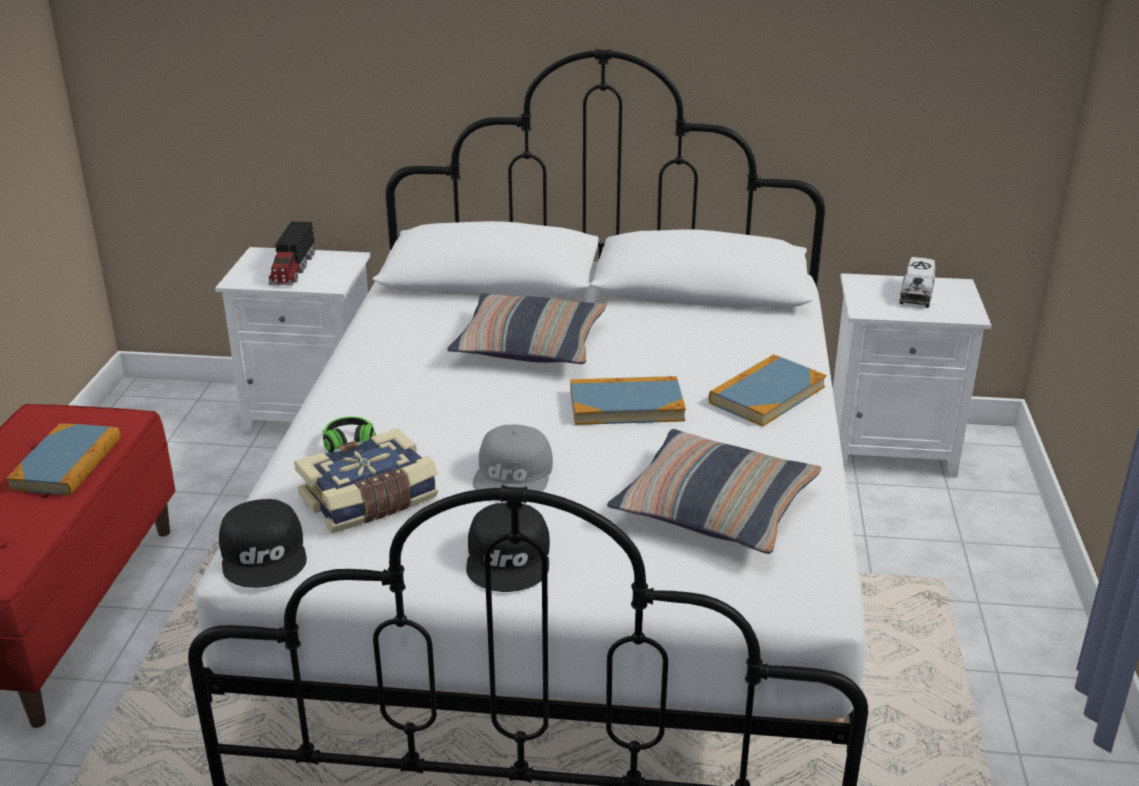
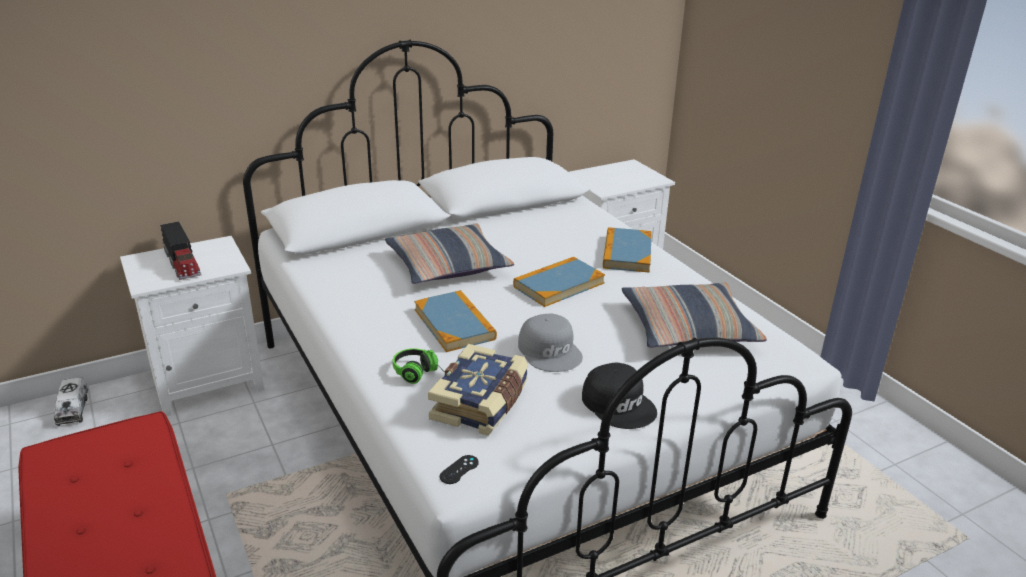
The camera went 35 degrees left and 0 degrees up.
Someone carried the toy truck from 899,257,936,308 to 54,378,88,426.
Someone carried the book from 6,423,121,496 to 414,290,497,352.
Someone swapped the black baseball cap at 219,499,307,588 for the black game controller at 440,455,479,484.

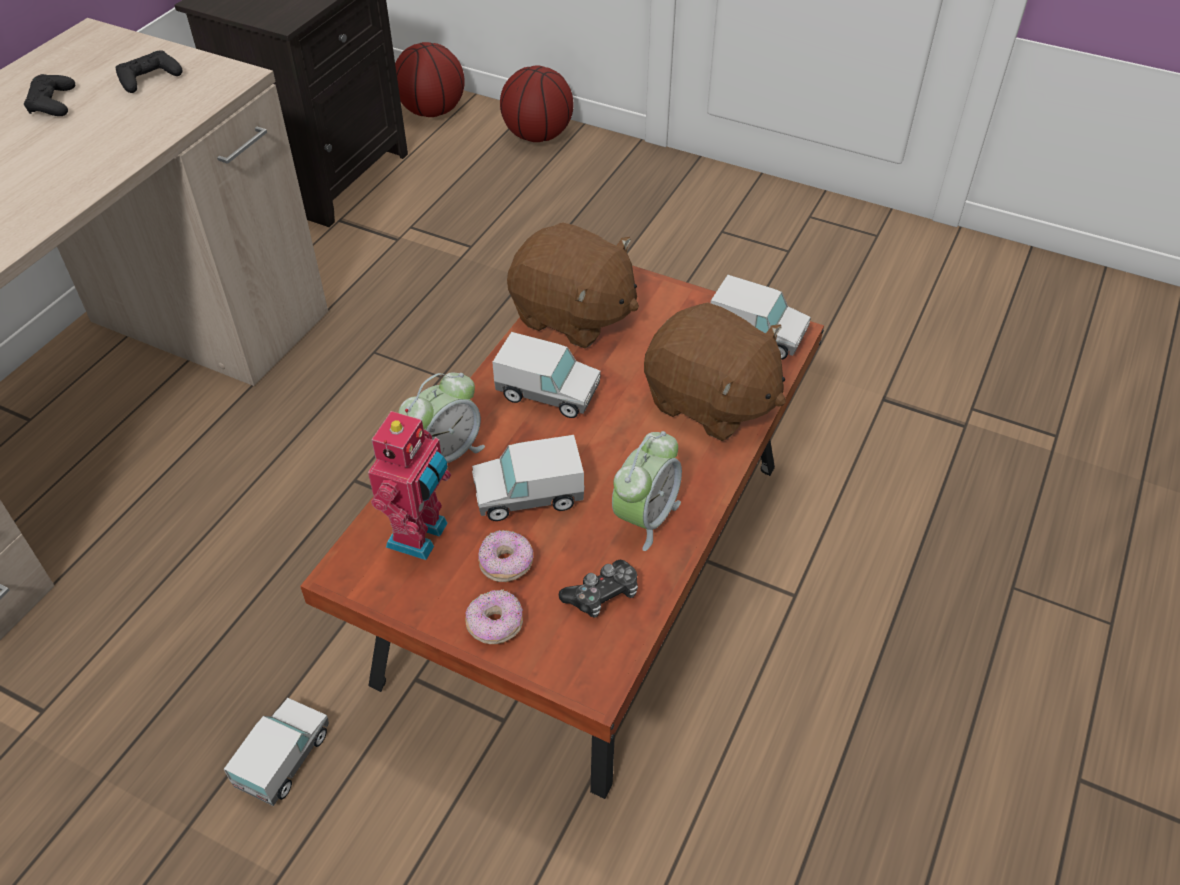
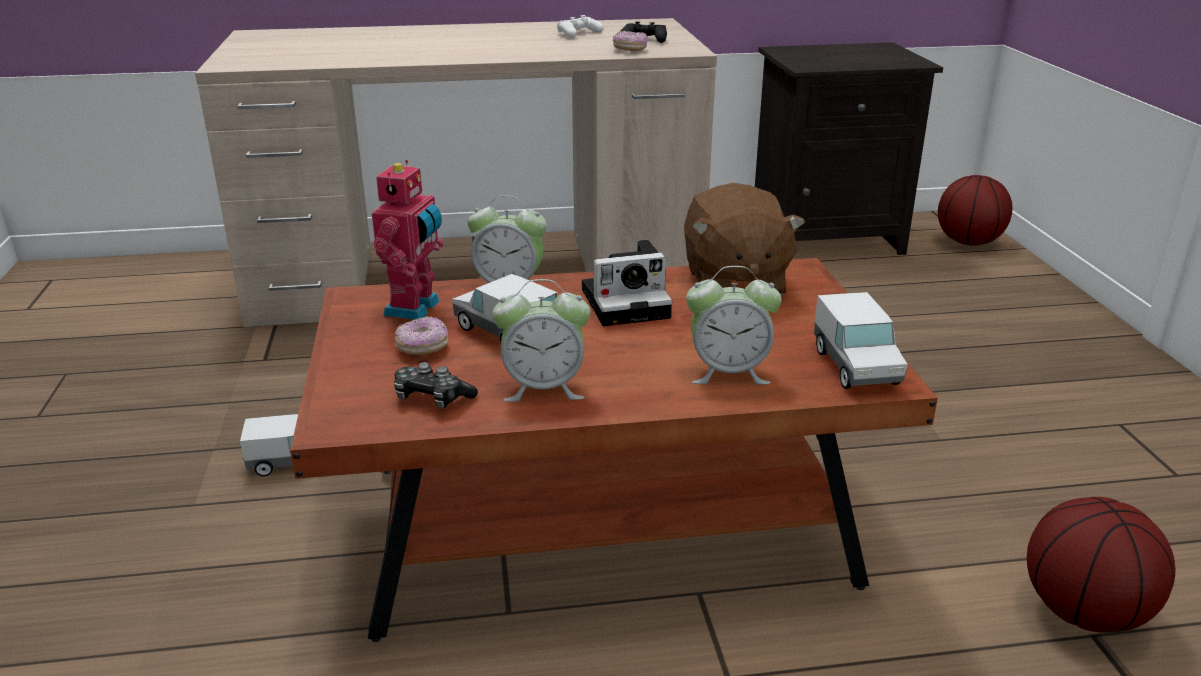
The camera went 55 degrees right and 20 degrees down.
Someone rotated the robot figure at 368,409,451,560 by 60 degrees counterclockwise.
Someone repainted the black game controller at 24,74,75,116, which became the white-coloured game controller at 557,15,604,38.
Someone swapped the toy truck at 492,332,601,418 for the still camera at 582,240,672,326.
Someone carried the ring doughnut from 465,590,523,644 to 613,31,648,51.
Someone swapped the brownish cuddly toy at 644,302,785,441 for the alarm clock at 686,266,782,384.
Someone carried the basketball from 500,66,574,142 to 1027,497,1175,633.

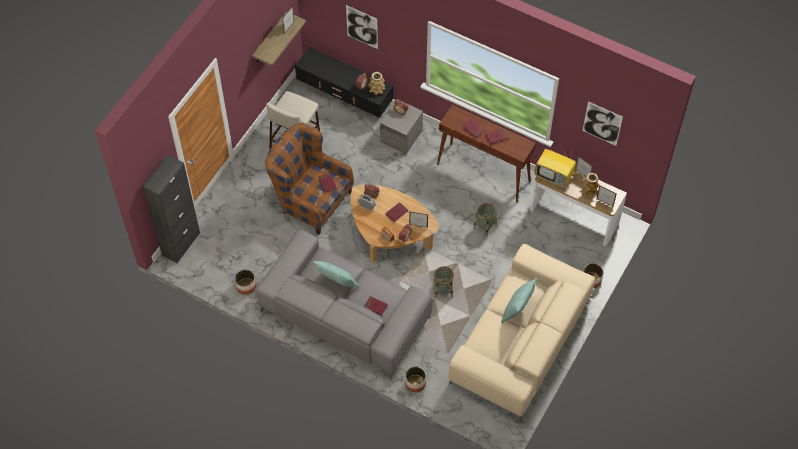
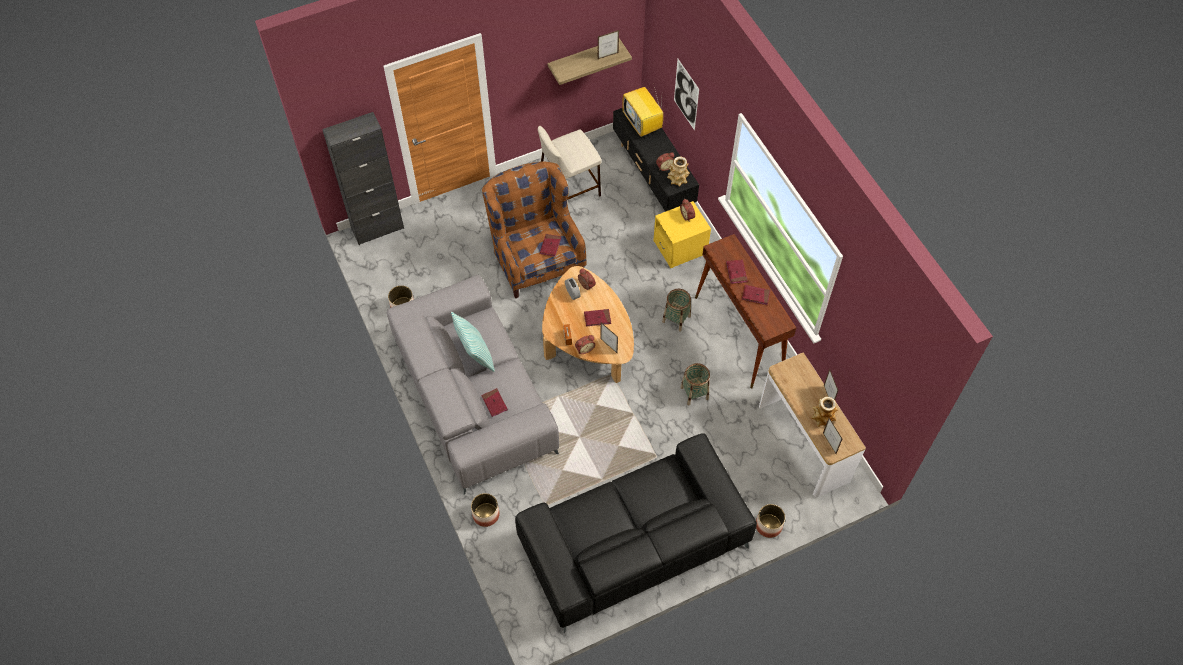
The camera went 35 degrees right and 0 degrees up.
Someone repainted the beige sofa at 448,244,595,422, which became the black sofa at 515,433,757,634.
Someone carried the TV set from 535,149,576,188 to 622,83,663,137.
Someone repainted the gray night table at 380,99,423,154, which became the yellow-coloured night table at 653,201,711,268.
Someone carried the household basket from 434,266,454,298 to 662,289,691,331.
Someone took away the throw pillow at 501,278,537,323.
Someone took away the wall art at 583,101,623,146.

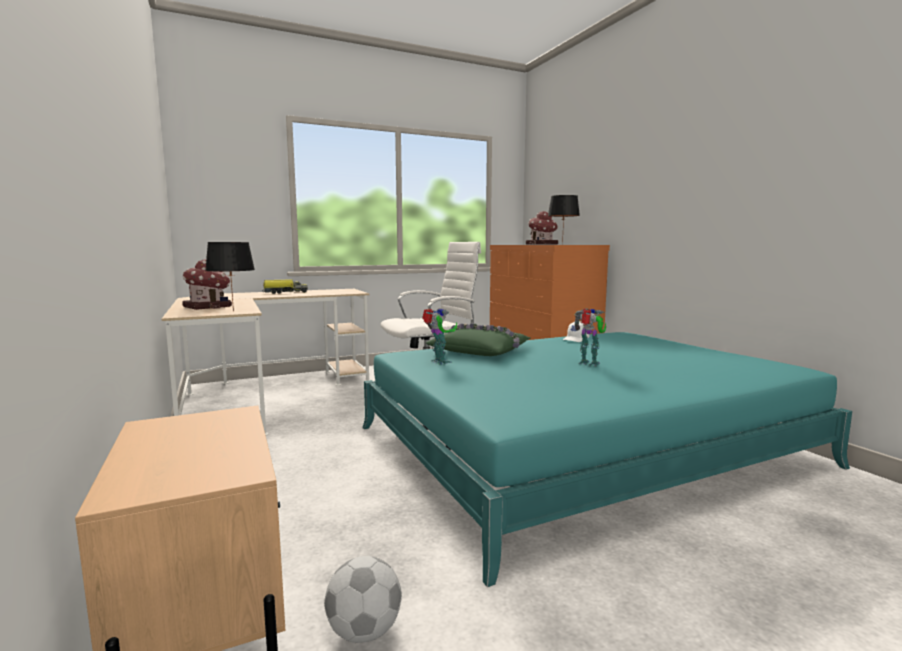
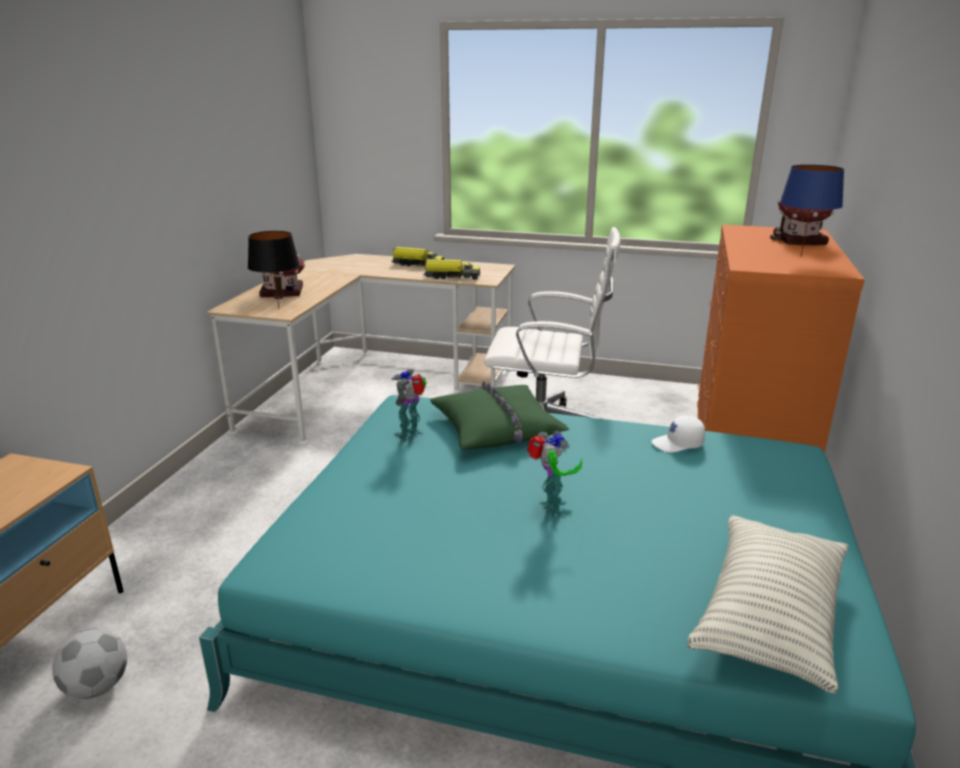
The camera went 40 degrees right and 15 degrees up.
Someone rotated the robot figure at 422,308,457,365 by 150 degrees counterclockwise.
Someone put down the toy truck at 424,259,480,280.
Someone put down the throw pillow at 687,516,849,693.
Someone repainted the black tabletop lamp at 548,195,580,245, which became the bluish tabletop lamp at 780,165,844,256.

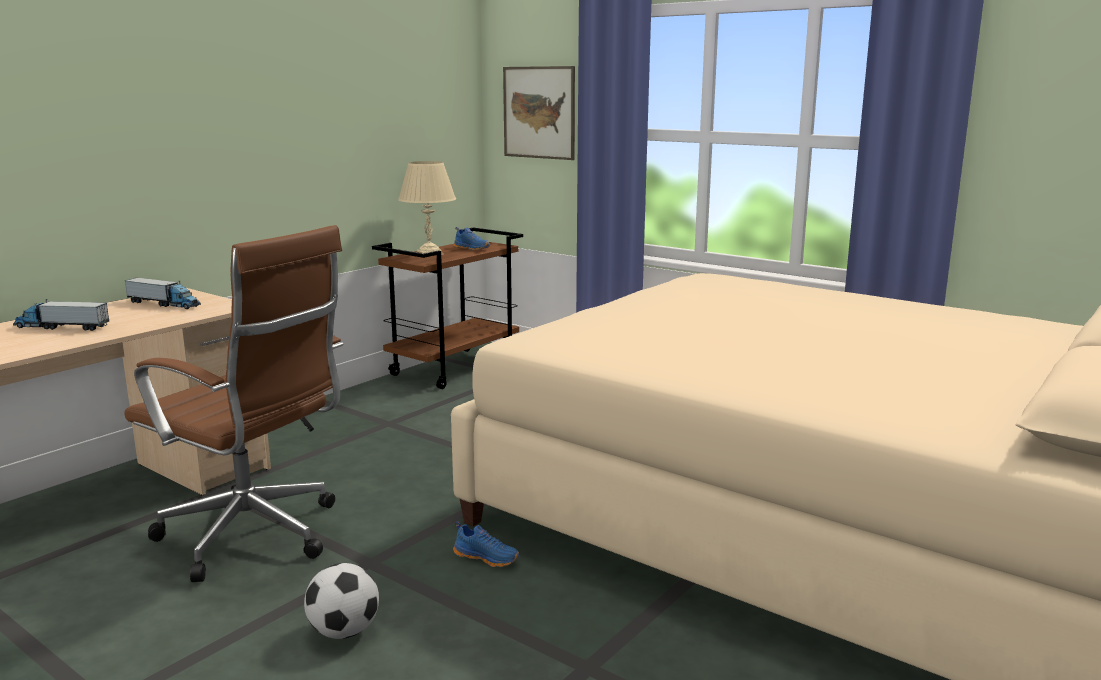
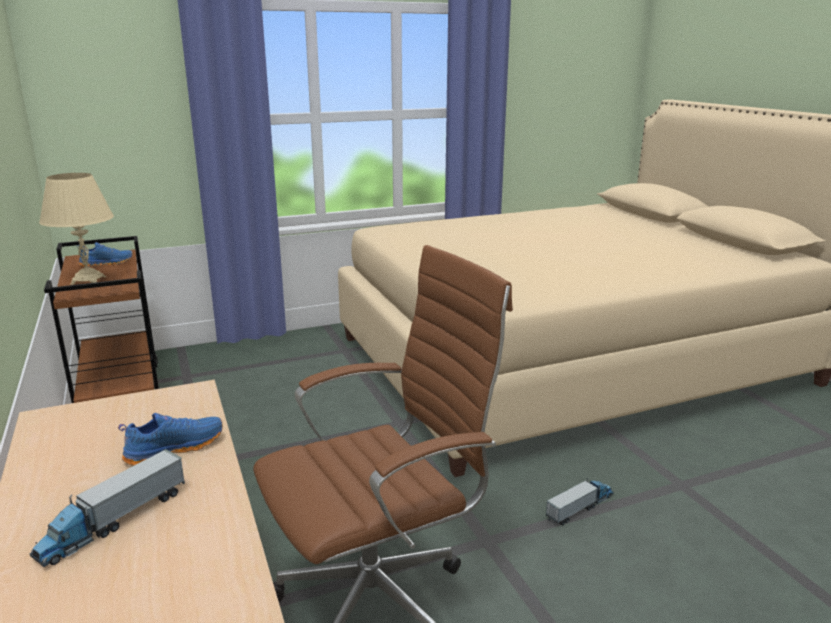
The camera went 60 degrees left and 5 degrees up.
Someone carried the bluish low shoe from 453,521,520,567 to 118,413,223,466.
Someone carried the toy truck from 124,278,201,309 to 546,478,614,526.
Someone took away the football ball at 304,563,379,639.
Someone took away the wall art at 503,66,575,160.

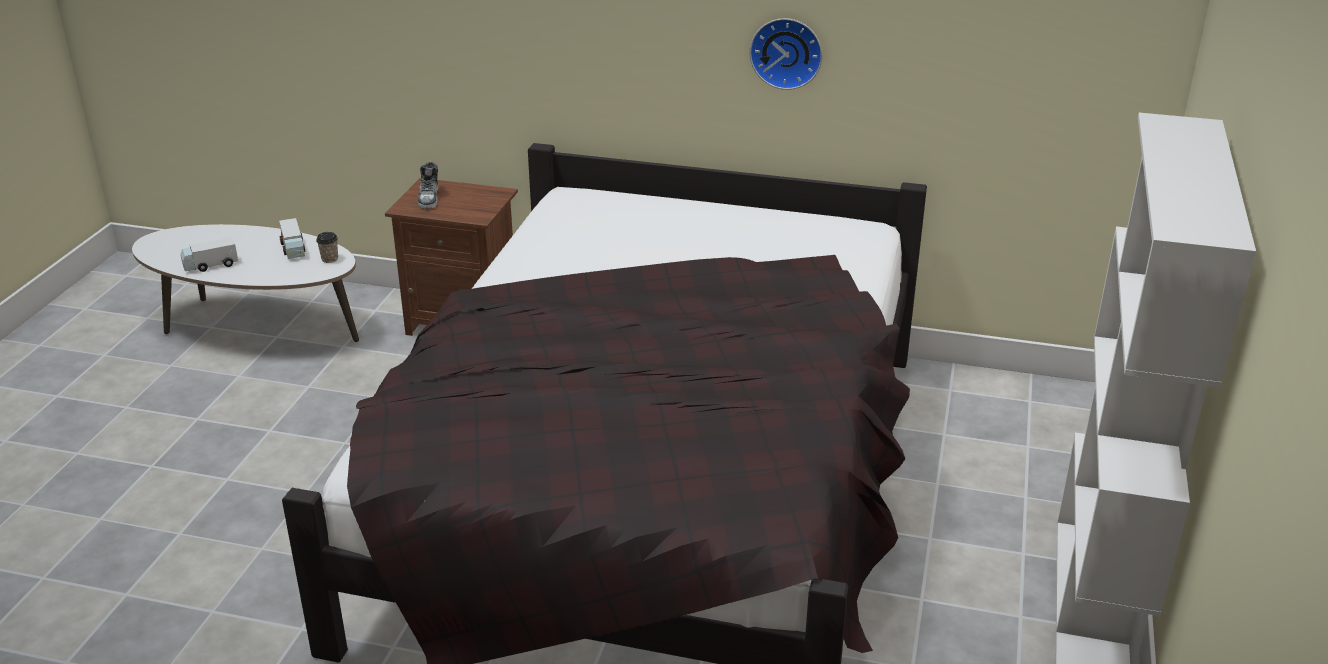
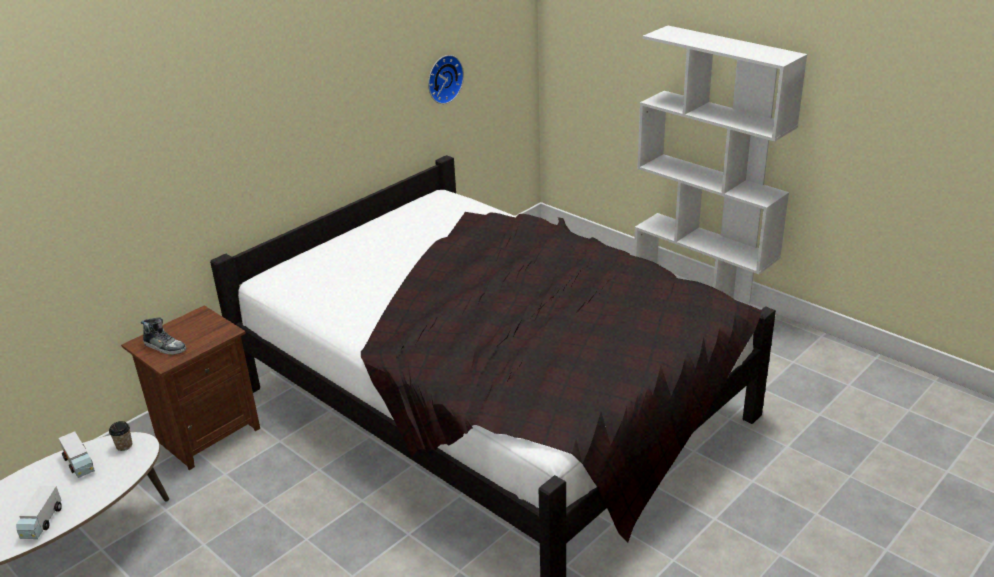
The camera went 60 degrees left and 0 degrees up.
Someone rotated the toy truck at 279,218,305,259 by 45 degrees clockwise.
Someone carried the hanging clock from 750,18,822,90 to 428,55,464,104.

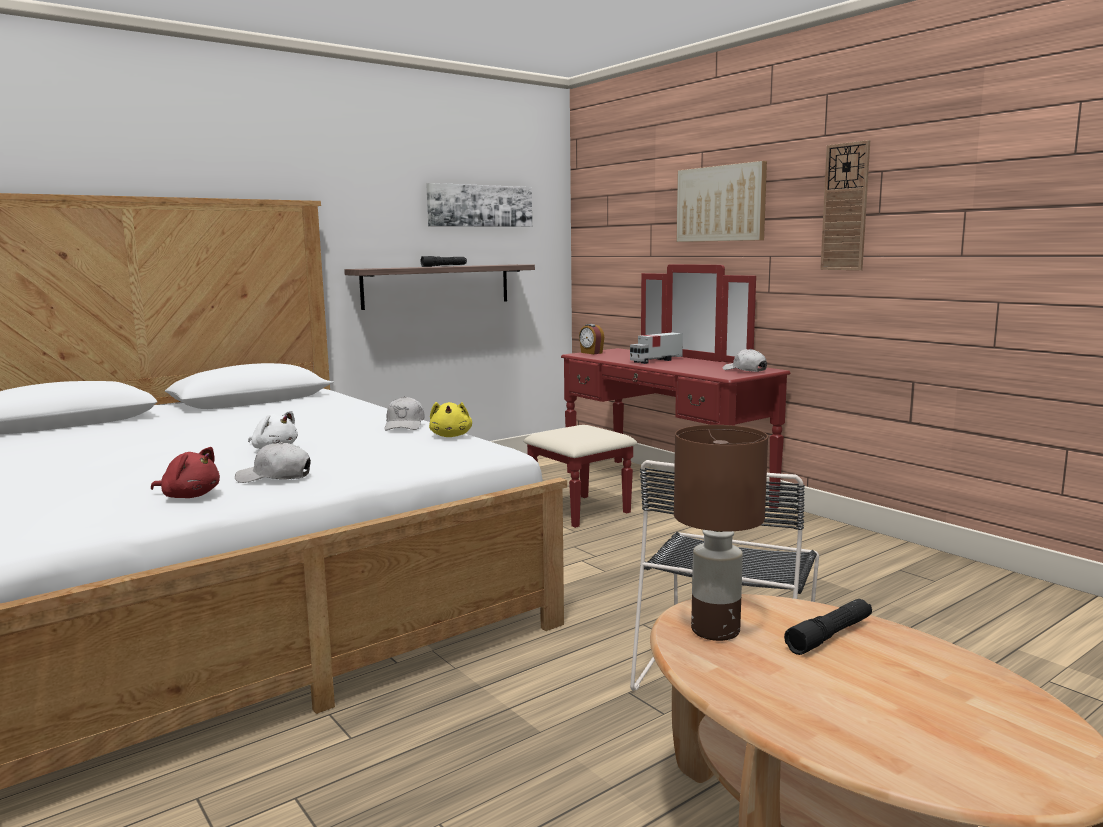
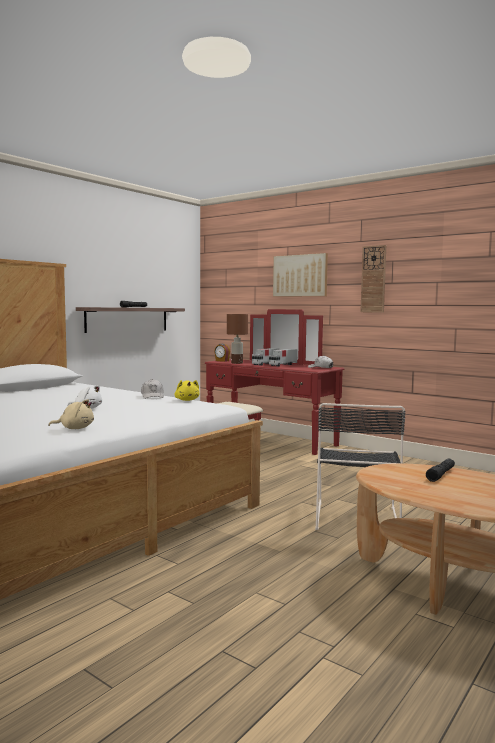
The camera went 15 degrees left and 5 degrees down.
Someone repainted the red cuddly toy at 151,447,220,498, which became the beige cuddly toy at 48,399,94,429.
Someone carried the brownish tabletop lamp from 674,425,768,641 to 227,314,248,364.
Someone put down the toy truck at 269,349,298,366.
Someone took away the white-coloured baseball cap at 235,442,311,483.
Someone took away the wall art at 426,183,532,227.

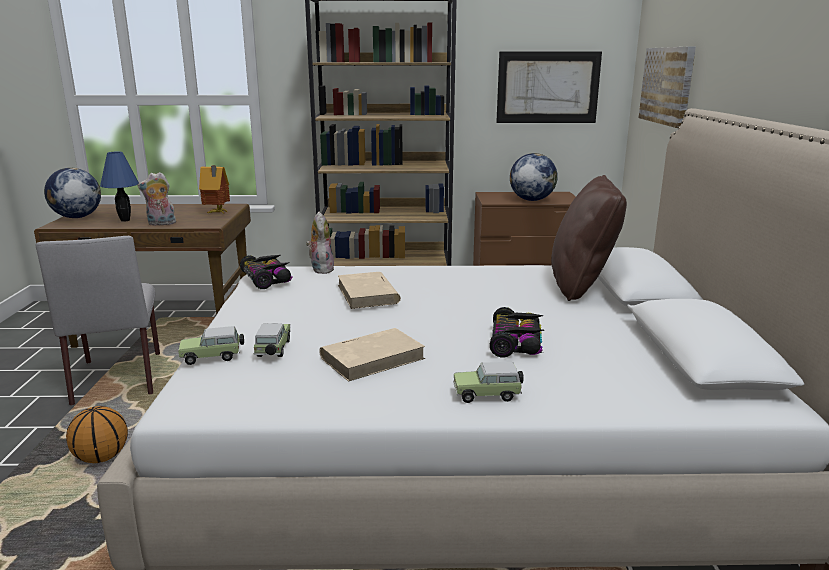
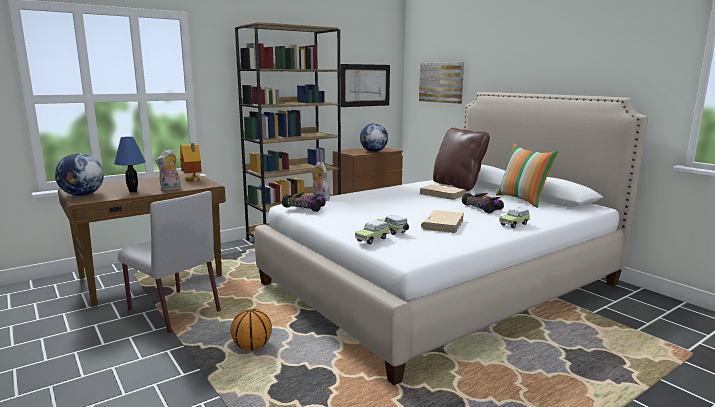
The camera went 35 degrees left and 5 degrees down.
Someone carried the beige book from 338,272,401,309 to 420,184,466,200.
Someone put down the throw pillow at 496,144,559,208.

